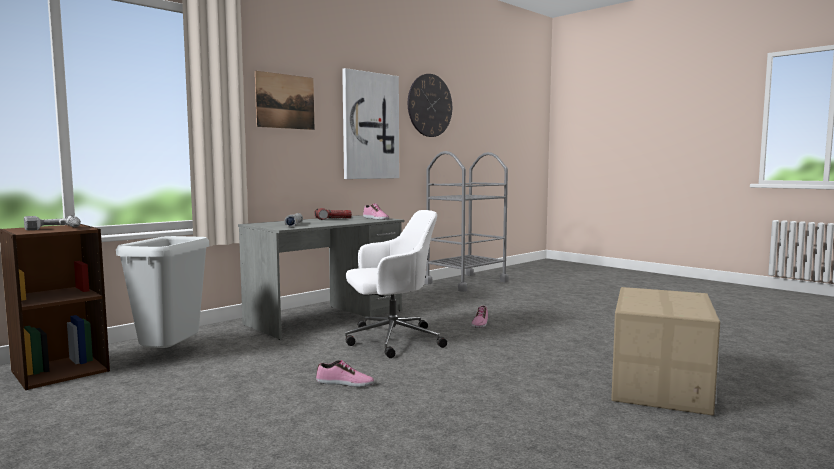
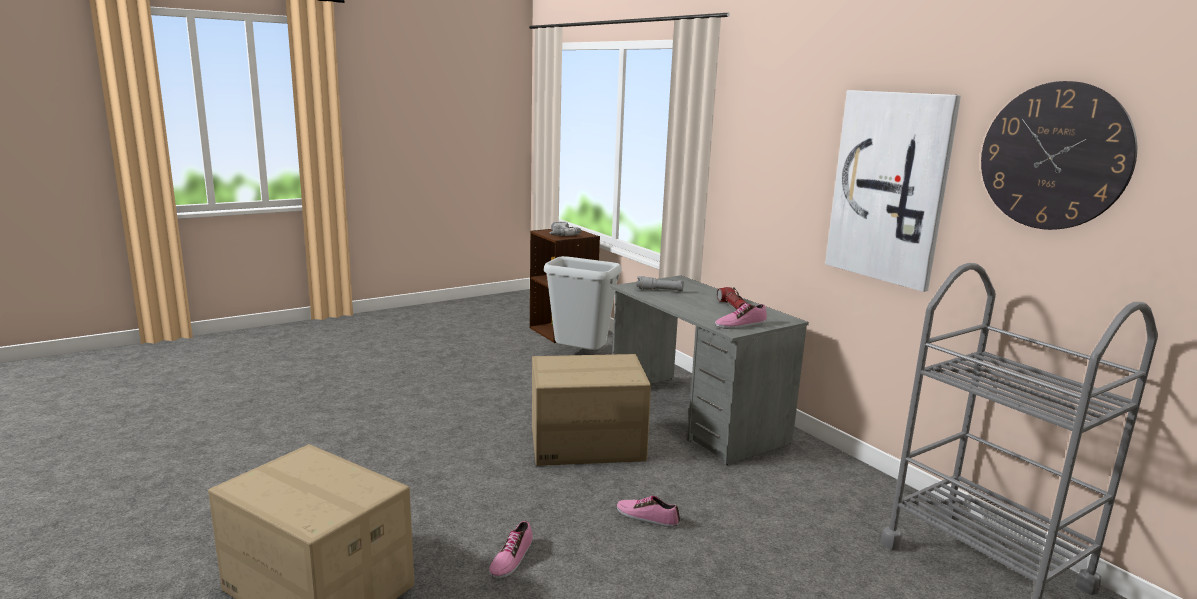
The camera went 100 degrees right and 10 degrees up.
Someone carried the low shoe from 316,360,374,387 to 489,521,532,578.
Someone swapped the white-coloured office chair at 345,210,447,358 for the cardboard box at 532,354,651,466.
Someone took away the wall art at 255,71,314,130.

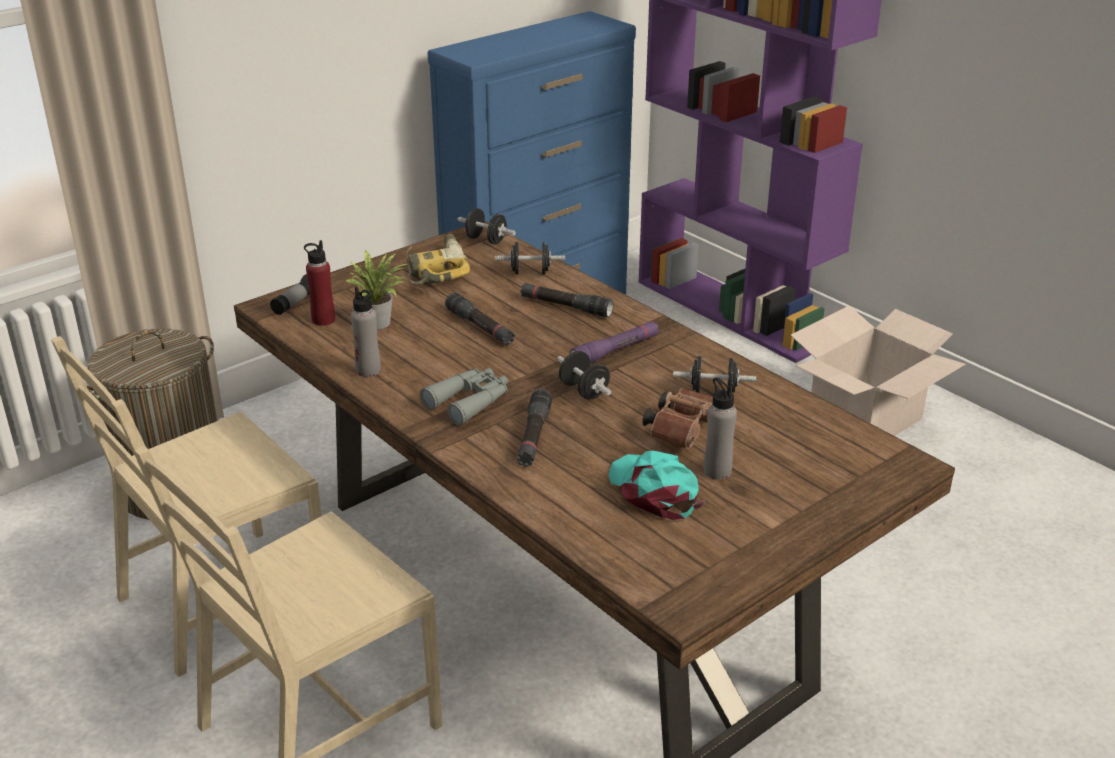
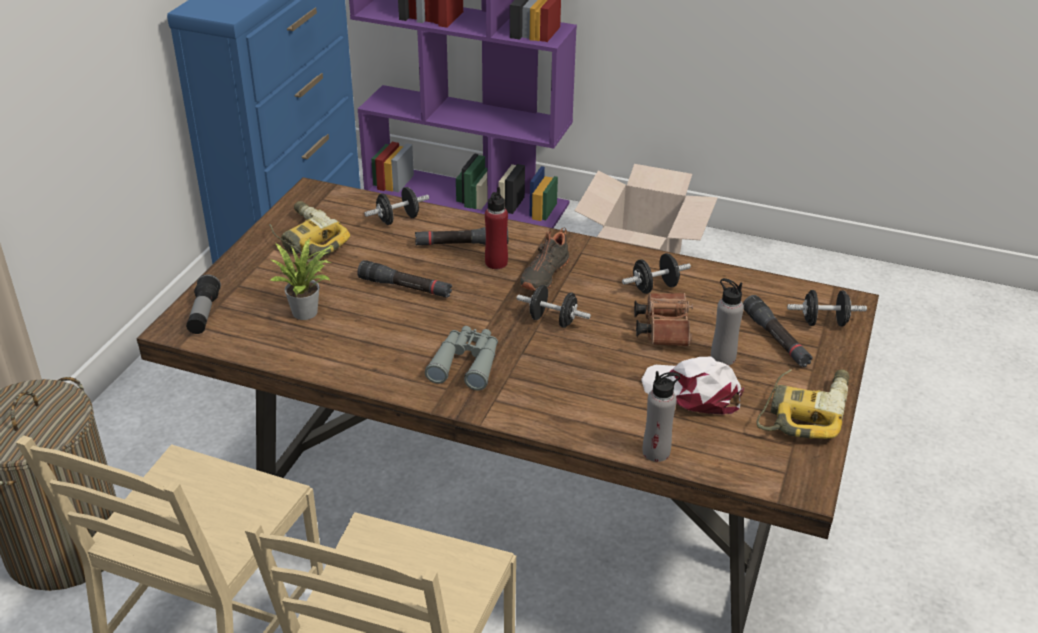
The camera went 30 degrees left and 5 degrees up.
Someone carried the red drink bottle from 304,240,335,326 to 485,187,508,269.
Someone swapped the purplish flashlight at 569,321,659,363 for the black low shoe at 520,228,569,291.
Someone repainted the turquoise-coloured baseball cap at 608,450,705,520, which became the white-coloured baseball cap at 641,357,744,415.
Someone carried the gray drink bottle from 351,286,381,377 to 643,371,680,462.
Someone carried the black flashlight from 517,389,552,467 to 743,295,813,367.
Someone put down the drill at 757,369,850,439.
Someone carried the black hand weight from 458,208,516,244 to 787,290,867,327.

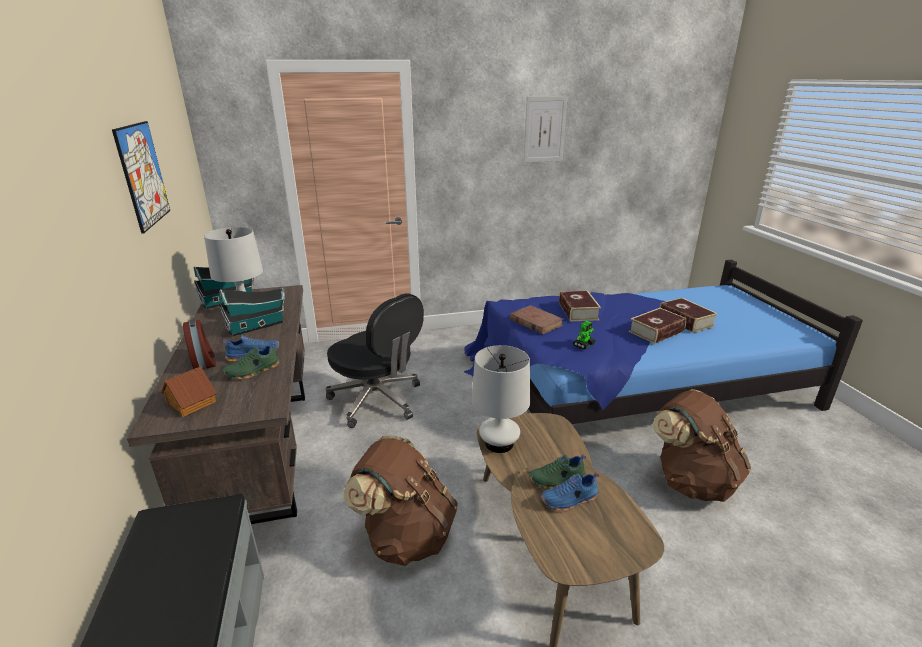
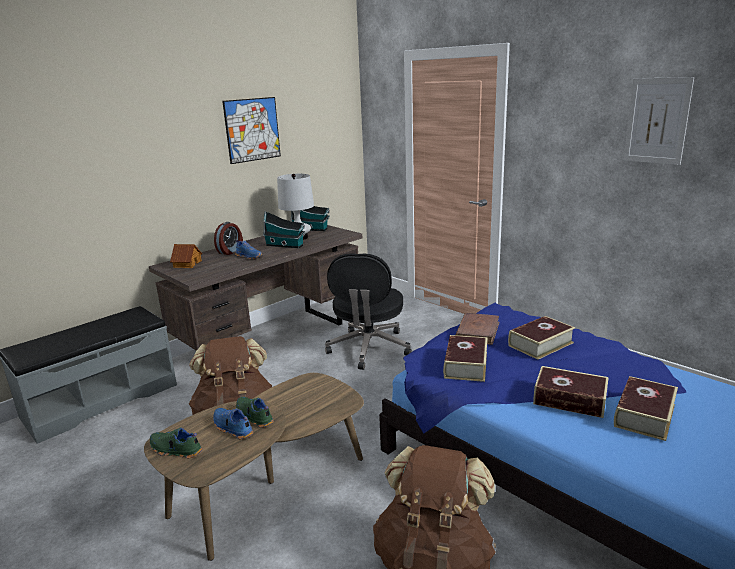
The camera went 60 degrees right and 5 degrees down.
Someone carried the green-coloured low shoe from 223,343,280,379 to 150,427,202,458.
Someone swapped the robot figure at 573,321,596,349 for the book at 443,335,487,382.
Someone took away the white-coloured tabletop lamp at 472,345,530,453.

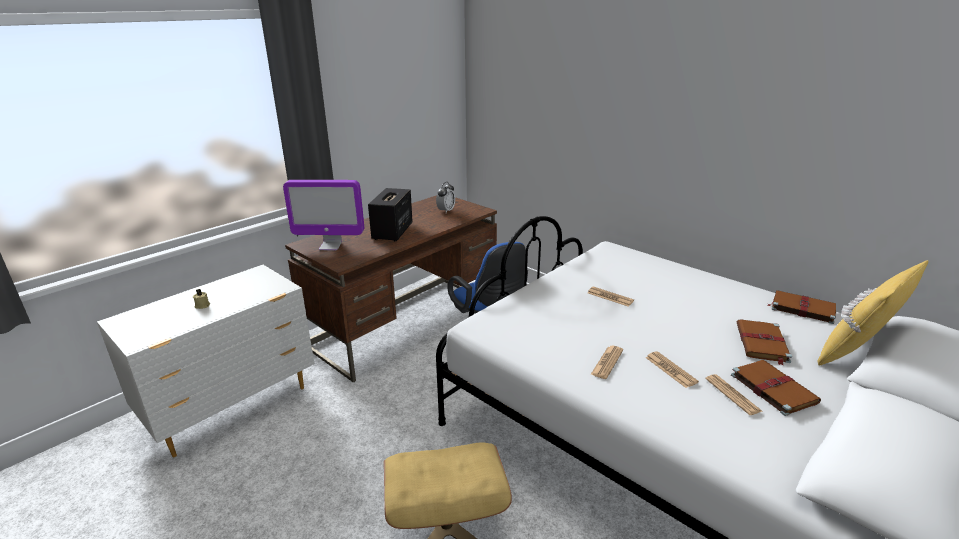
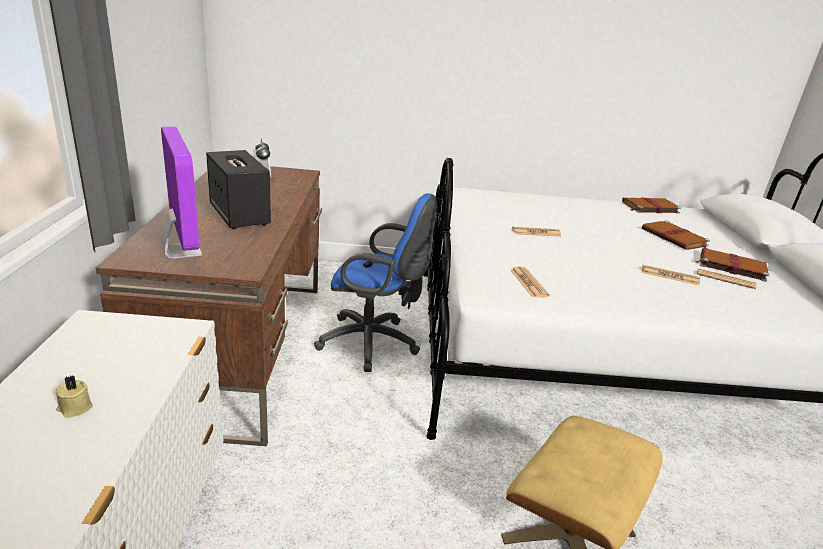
The camera went 45 degrees left and 0 degrees up.
Someone rotated the monitor at 283,180,364,250 by 75 degrees counterclockwise.
Someone carried the daily paper from 590,346,623,379 to 510,266,549,298.
Someone took away the yellow-coloured throw pillow at 818,260,928,366.

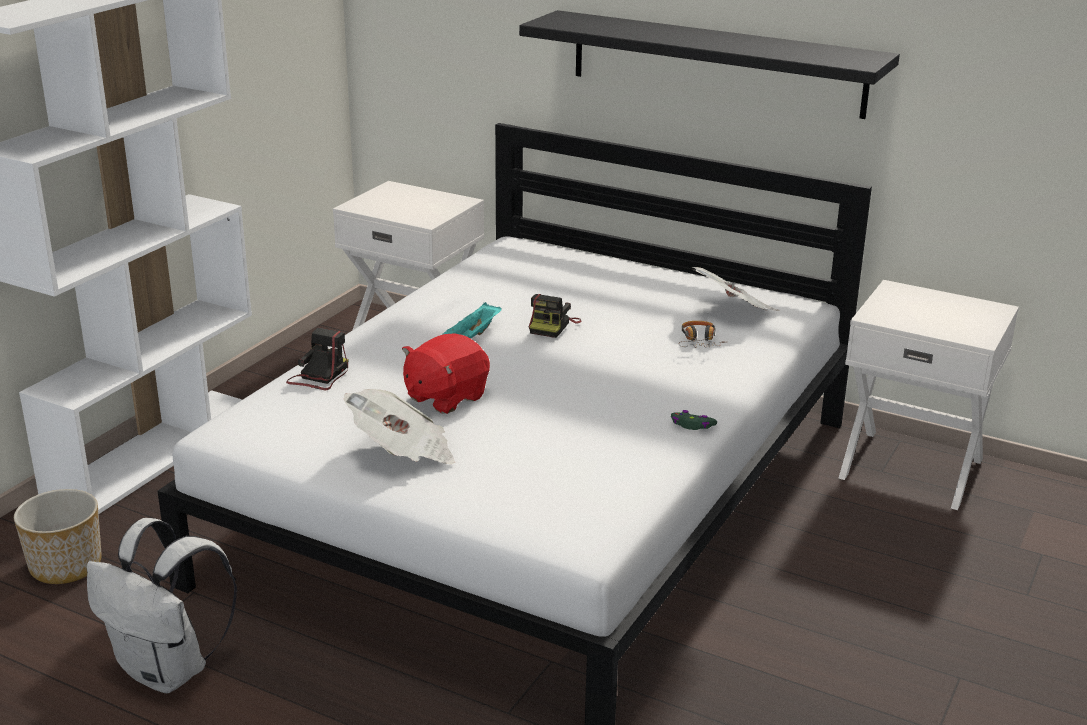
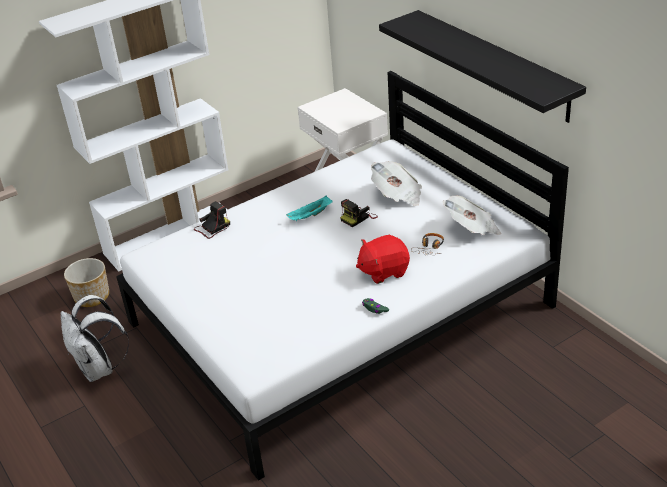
The camera went 30 degrees right and 10 degrees up.
Someone carried the red cuddly toy from 402,333,490,414 to 356,235,410,284.
Someone carried the daily paper from 343,389,455,464 to 371,161,422,206.
Someone took away the white-coloured night table at 839,280,1019,510.

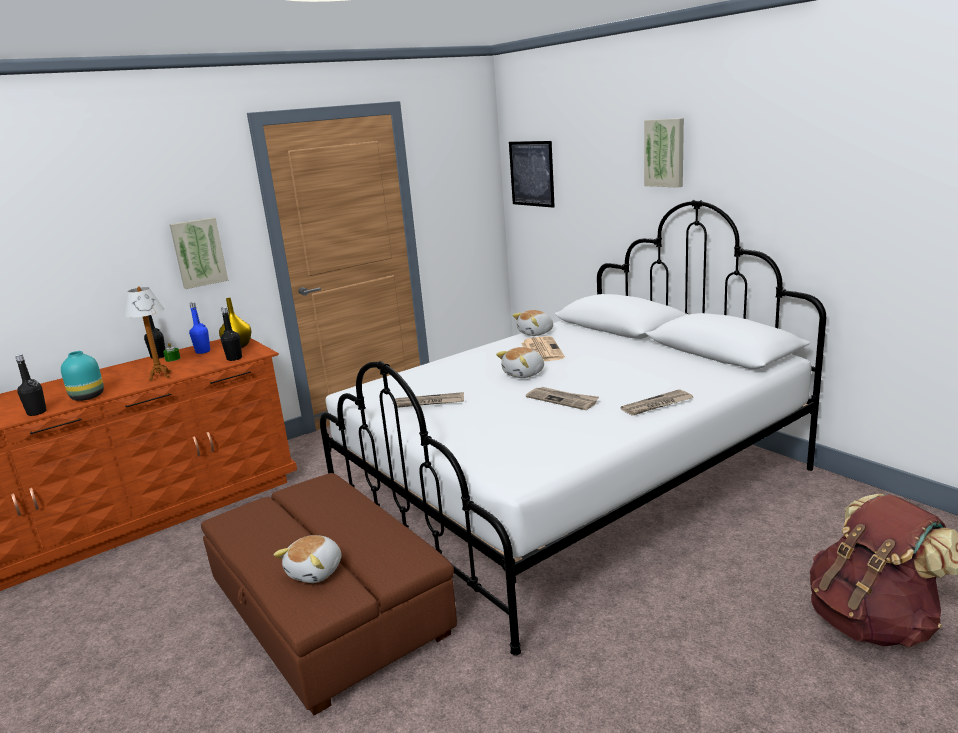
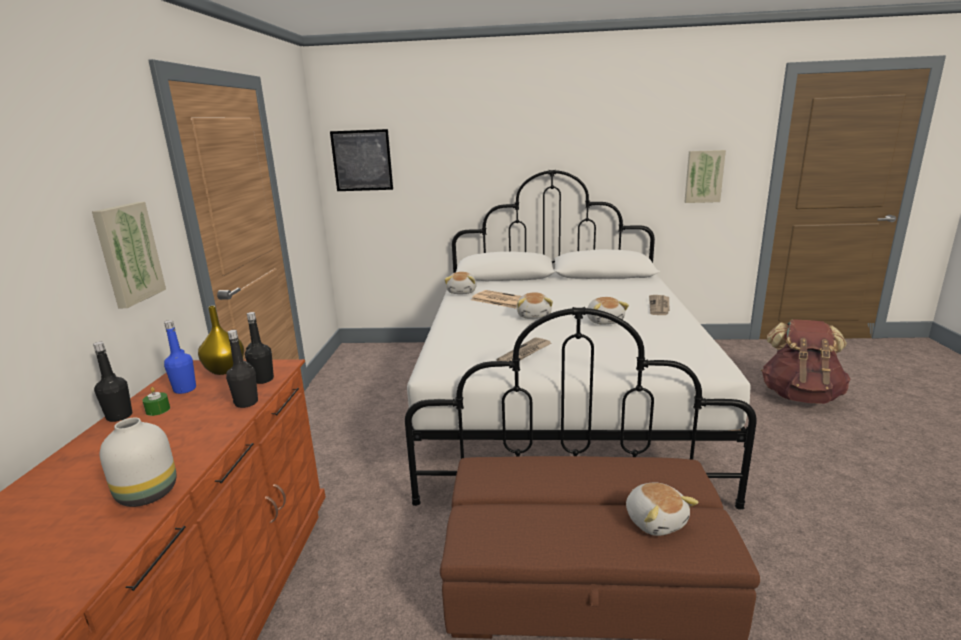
The camera went 50 degrees left and 0 degrees up.
Someone repainted the turquoise-coloured flower vase at 61,351,104,401, which became the white-coloured flower vase at 100,418,177,507.
Someone carried the black drink bottle from 15,354,47,416 to 226,330,258,408.
Someone swapped the daily paper at 526,387,599,410 for the cuddly toy at 587,297,629,325.
Someone carried the wall art from 644,118,684,188 to 684,150,726,203.
Someone took away the tabletop lamp at 124,287,171,381.

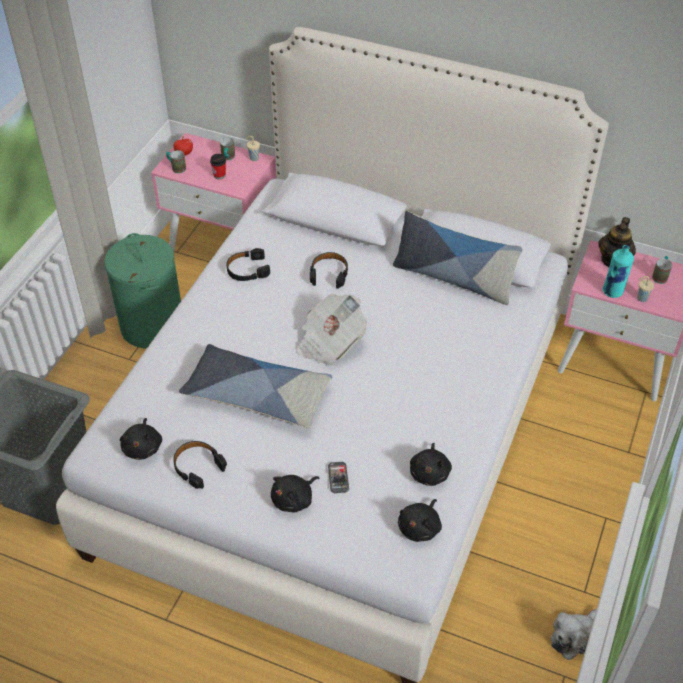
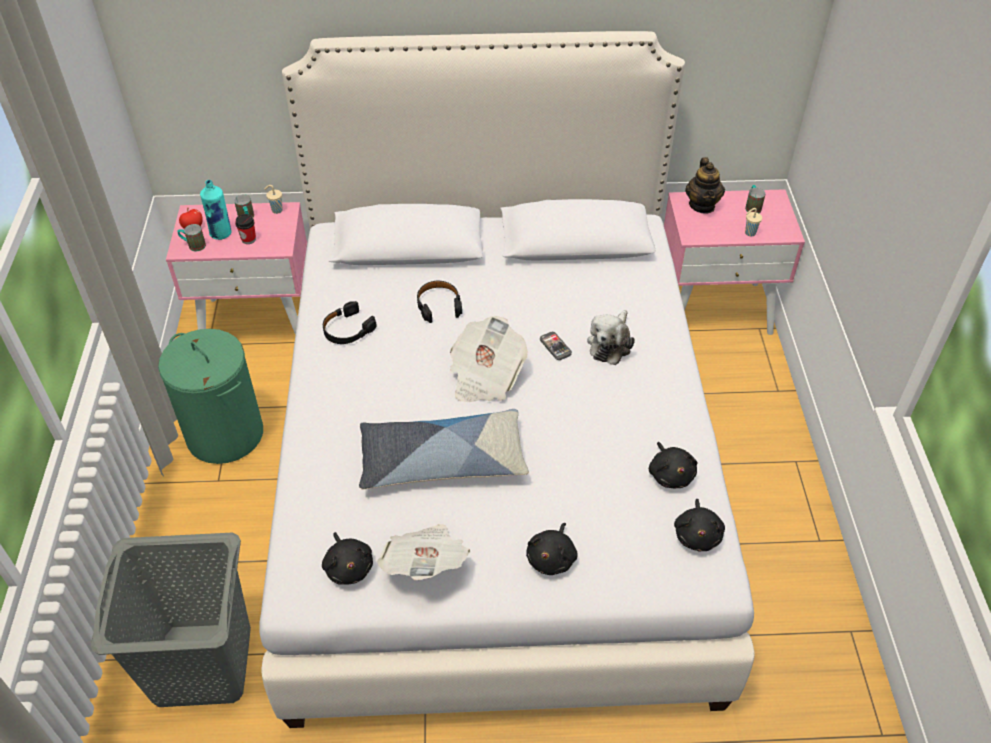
The camera went 25 degrees left and 0 degrees up.
Someone carried the turquoise-coloured drink bottle from 603,245,634,298 to 200,180,232,240.
Someone swapped the black headset at 173,441,227,489 for the daily paper at 377,524,470,580.
Someone carried the telephone from 328,462,349,493 to 540,332,572,360.
Someone carried the cuddly toy from 551,609,597,660 to 587,310,635,365.
Someone took away the throw pillow at 393,211,523,305.

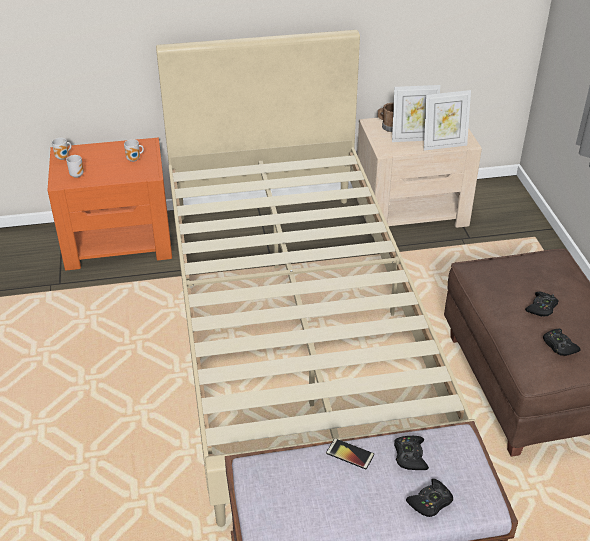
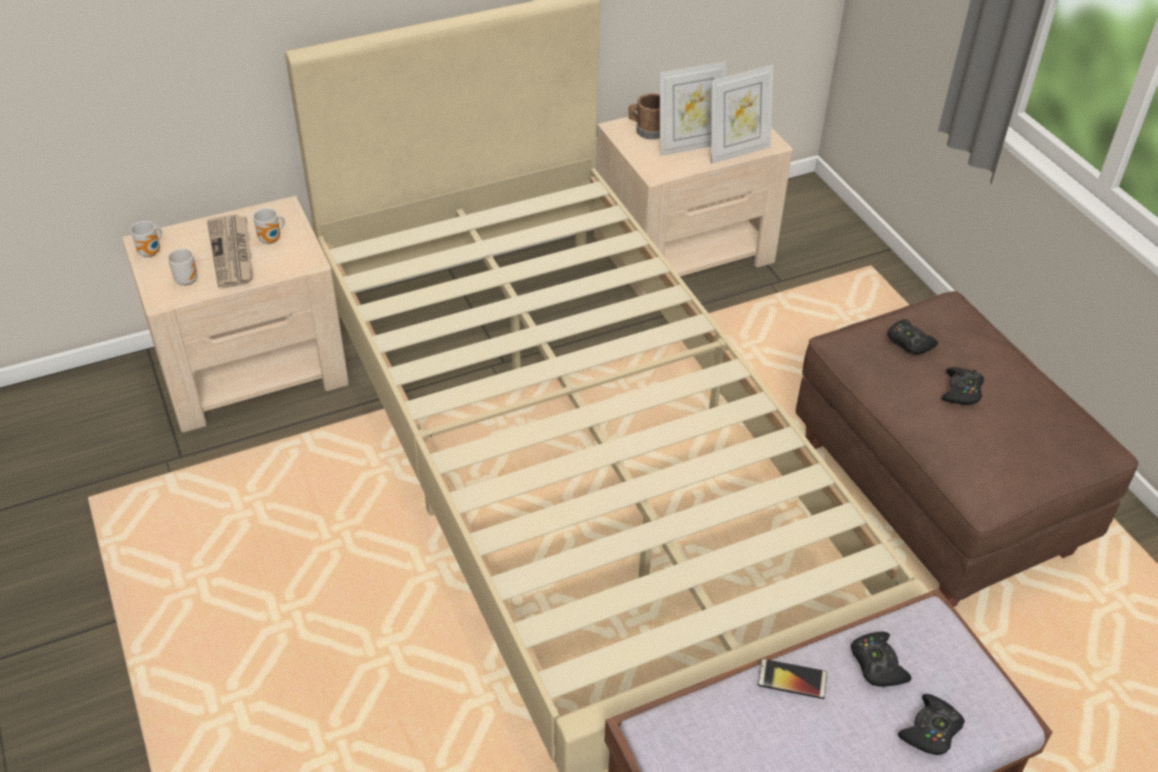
The camera went 15 degrees left and 5 degrees up.
Someone repainted the orangey night table at 47,138,172,270, which became the beige night table at 122,196,349,432.
Someone put down the daily paper at 207,214,253,288.
Someone carried the black game controller from 543,328,580,356 to 887,319,938,355.

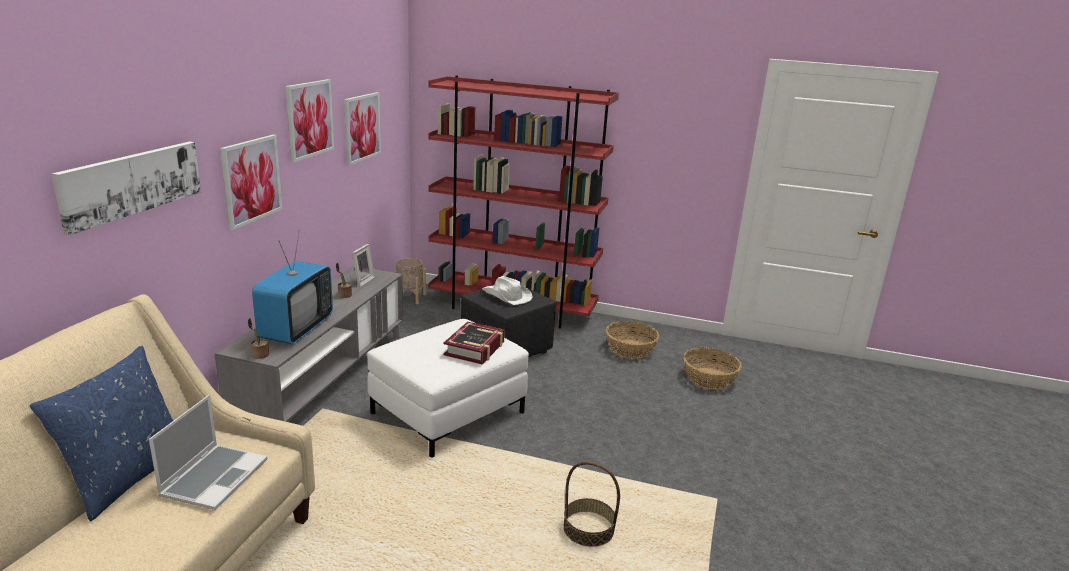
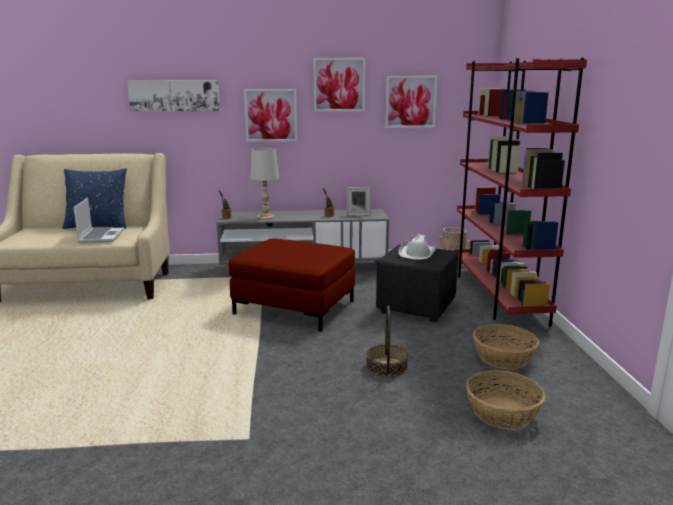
The camera went 70 degrees right and 5 degrees down.
Someone rotated the laptop at 149,395,267,510 by 90 degrees counterclockwise.
Someone repainted the white-coloured ottoman at 367,319,529,458, which became the red ottoman at 229,238,355,331.
Someone swapped the TV set at 252,230,333,345 for the white-coloured tabletop lamp at 250,148,279,219.
Someone carried the household basket from 563,462,620,547 to 366,305,408,377.
Someone took away the book at 443,322,505,365.

